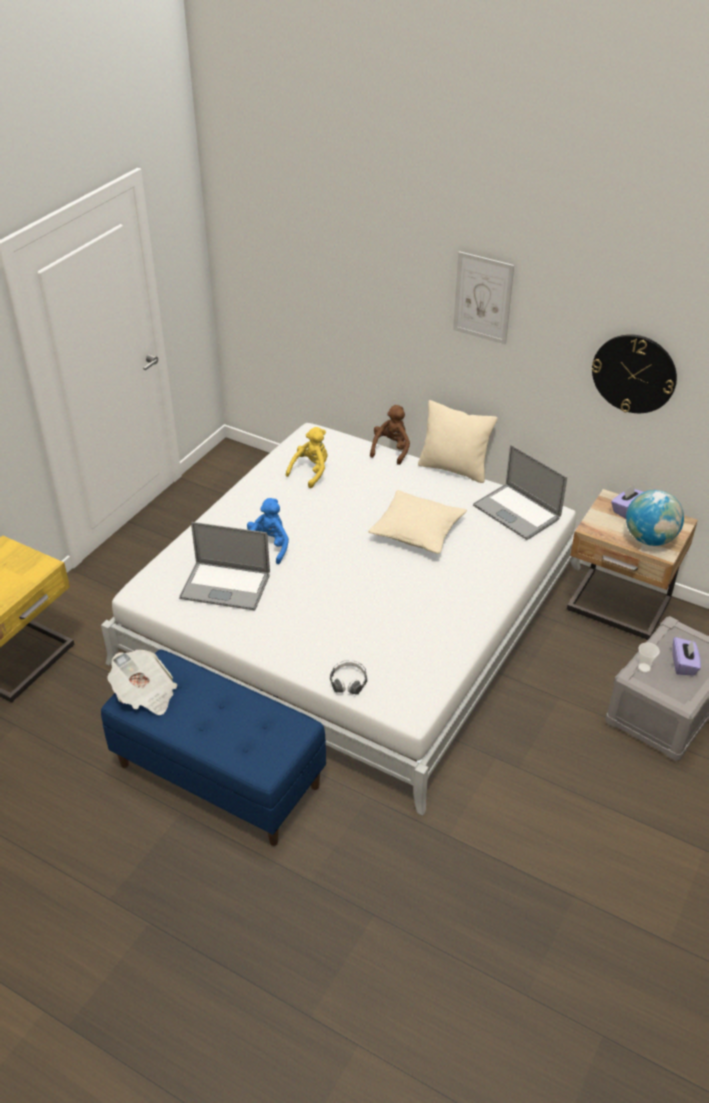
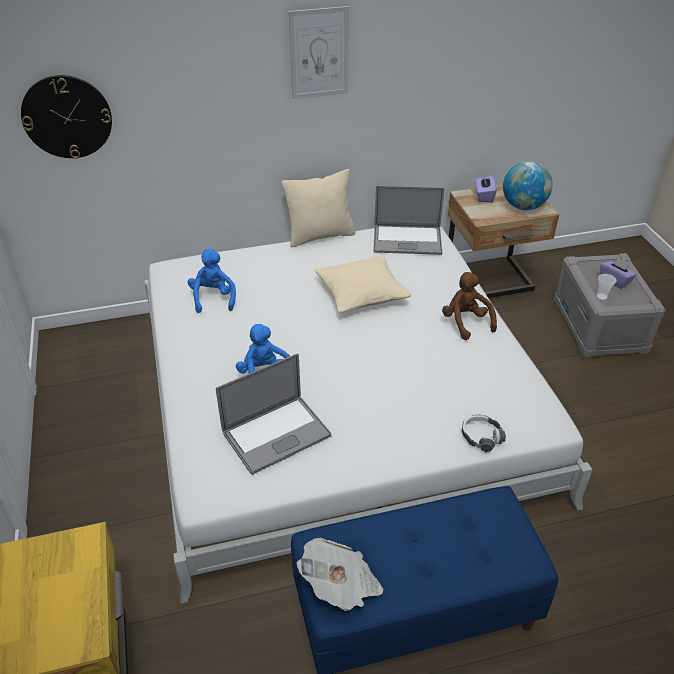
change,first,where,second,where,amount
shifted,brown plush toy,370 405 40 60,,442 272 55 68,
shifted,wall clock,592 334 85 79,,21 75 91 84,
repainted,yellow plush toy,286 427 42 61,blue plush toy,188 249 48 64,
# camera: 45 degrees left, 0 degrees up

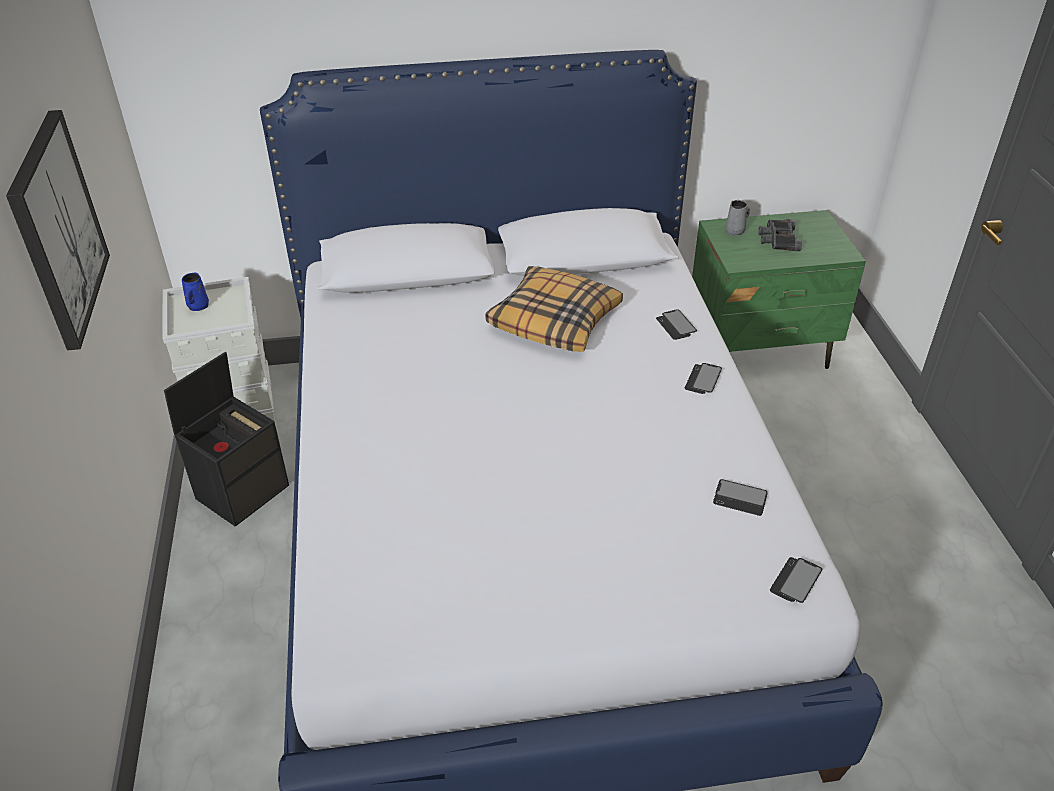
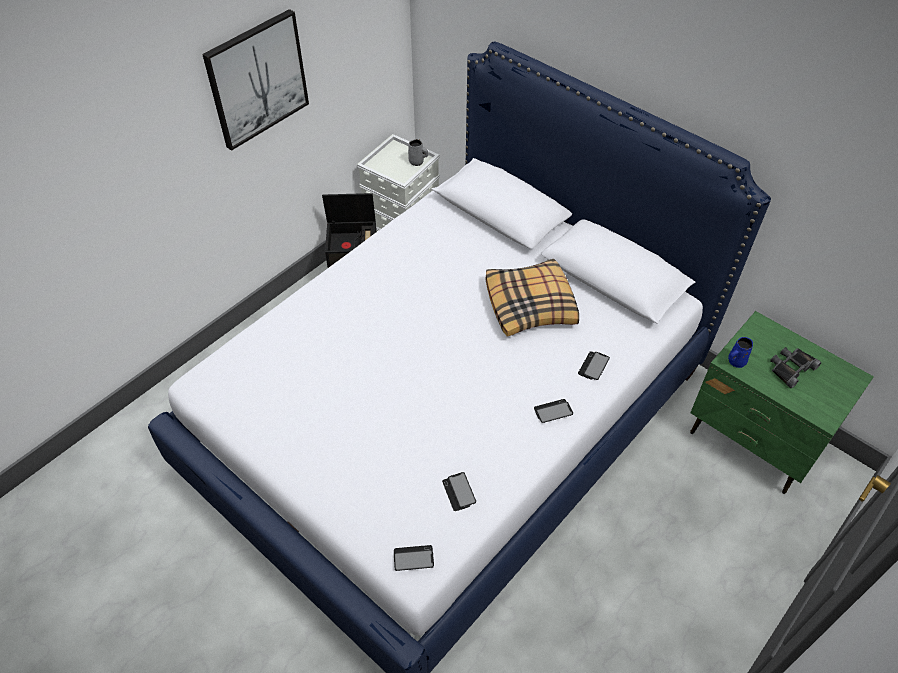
change,first,where,second,where,amount
shifted,blue mug,182 272 27 39,,728 337 25 31,
shifted,grey mug,725 200 25 36,,408 139 20 27,
# camera: 50 degrees right, 10 degrees up

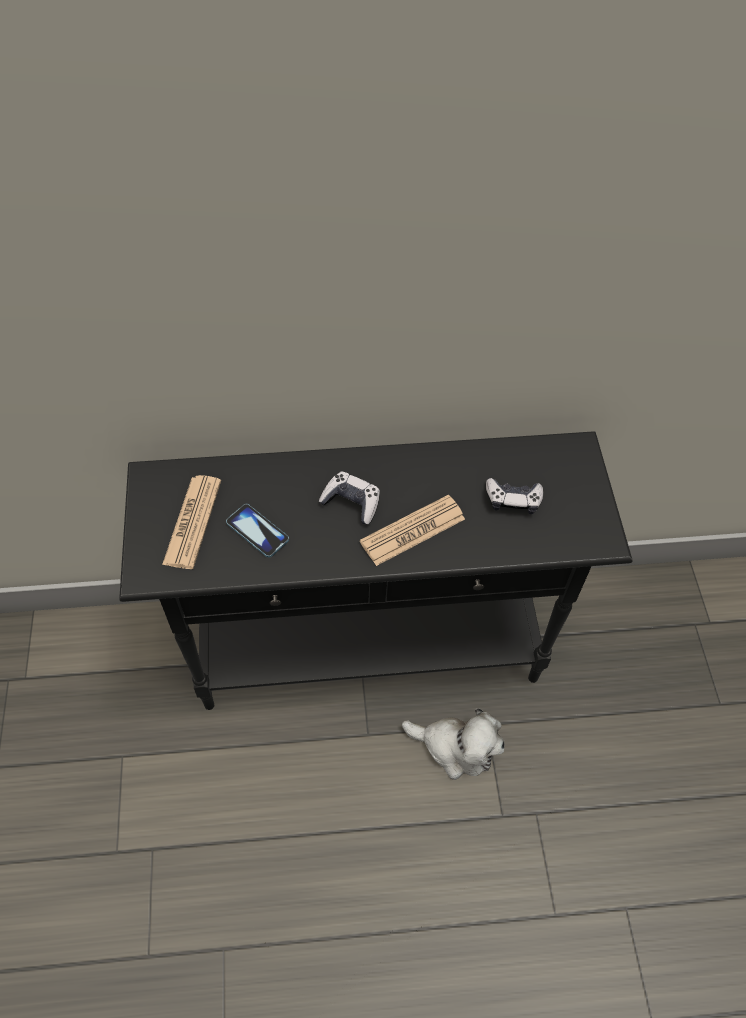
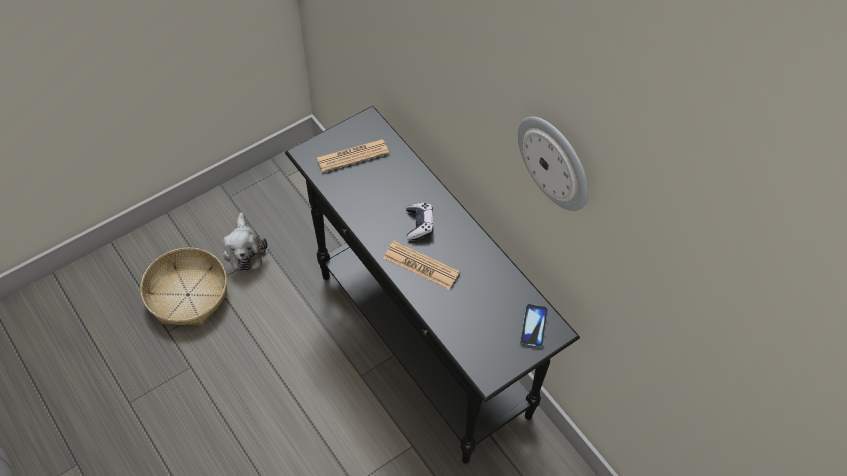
change,first,where,second,where,amount
gone,game controller,486 478 57 36,,,
new,,,basket,140 247 87 78,
new,,,wall clock,518 116 70 95,
shifted,phone,226 504 63 54,,520 304 28 44,
shifted,plush toy,402 708 103 72,,223 212 44 59,
# camera: 60 degrees right, 0 degrees up

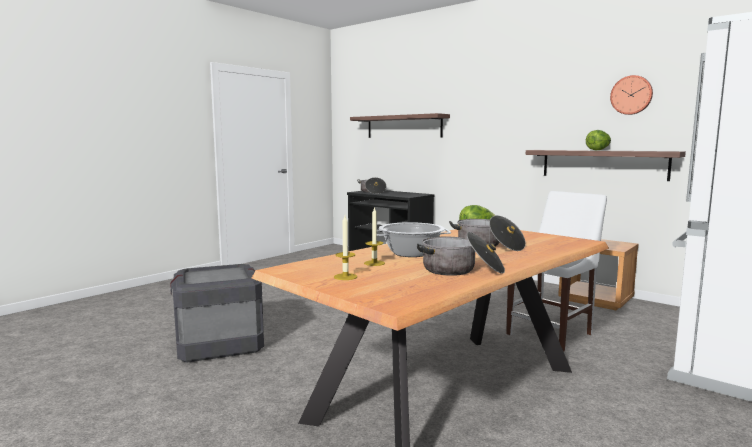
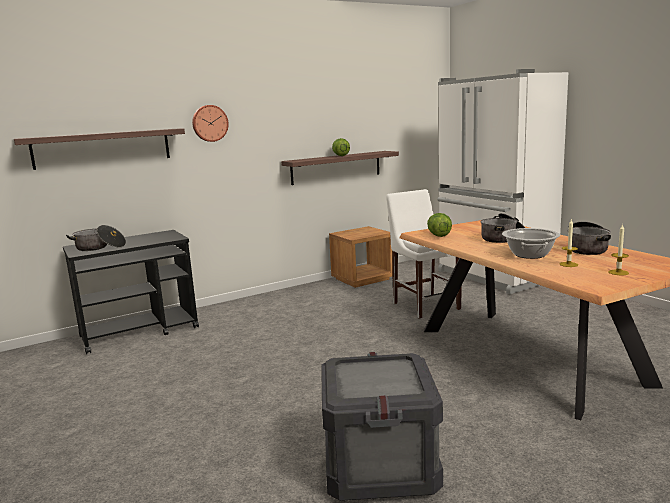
change,first,where,second,where,amount
shifted,wall clock,610 75 43 40,,192 105 37 37,
# camera: 70 degrees left, 5 degrees up

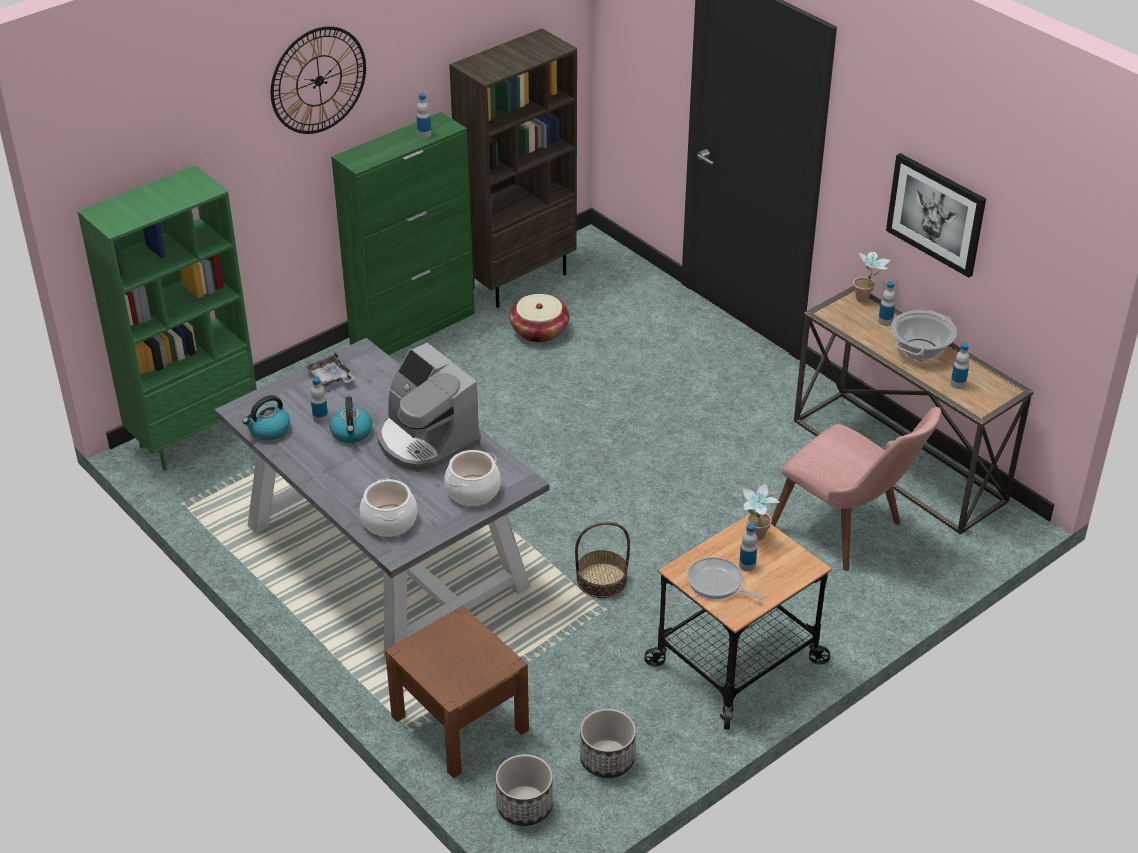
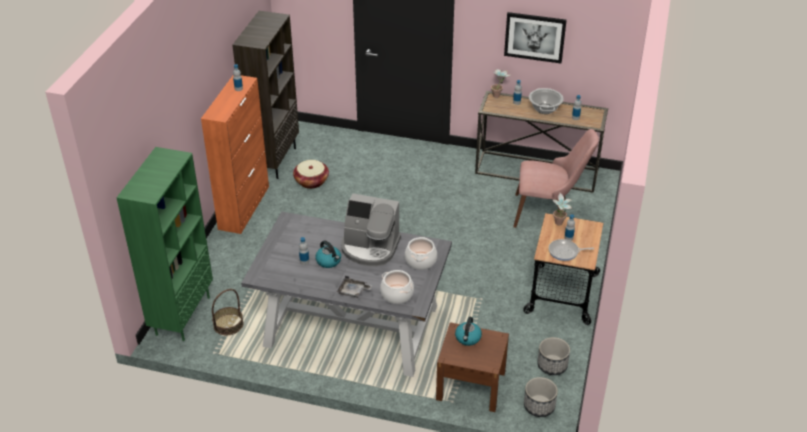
change,first,where,second,where,amount
gone,wall clock,271 26 95 108,,,
shifted,kettle,242 395 48 45,,455 317 27 29,
shifted,grey tray,305 353 50 33,,337 276 36 22,
shifted,basket,575 522 55 76,,212 289 31 47,
repainted,green cabinet,331 112 144 243,orange cabinet,201 75 68 159,
# camera: 35 degrees left, 0 degrees up

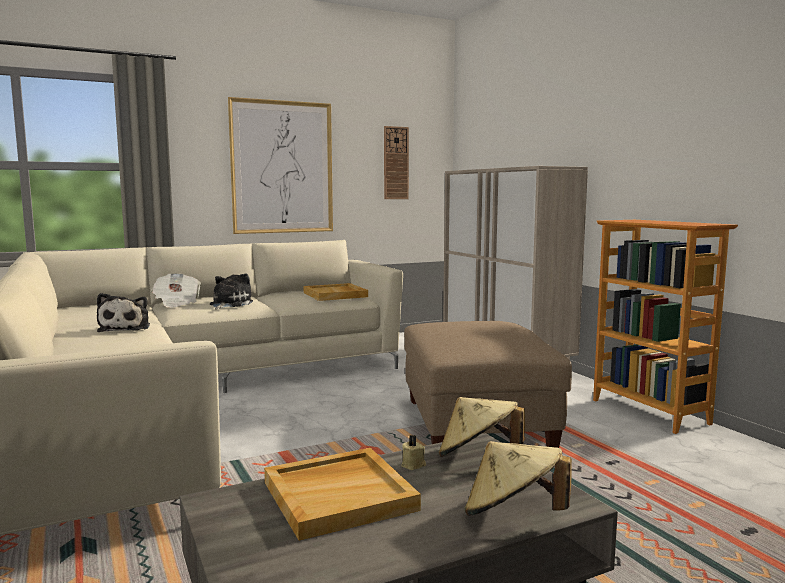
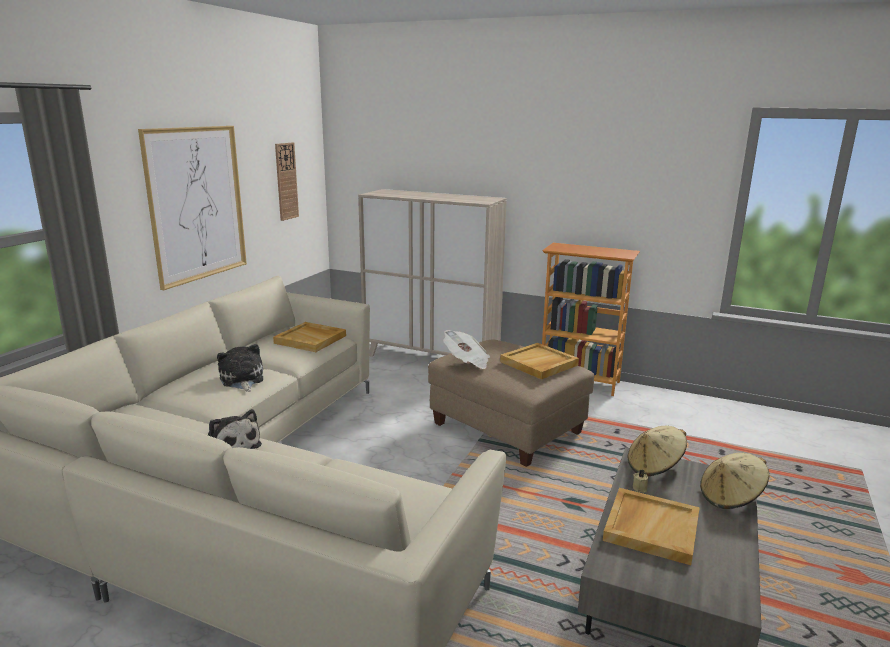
change,first,where,second,where,amount
new,,,beige tray,500 343 79 36,
shifted,newspaper,151 274 50 34,,443 330 47 39,
# camera: 40 degrees left, 10 degrees up

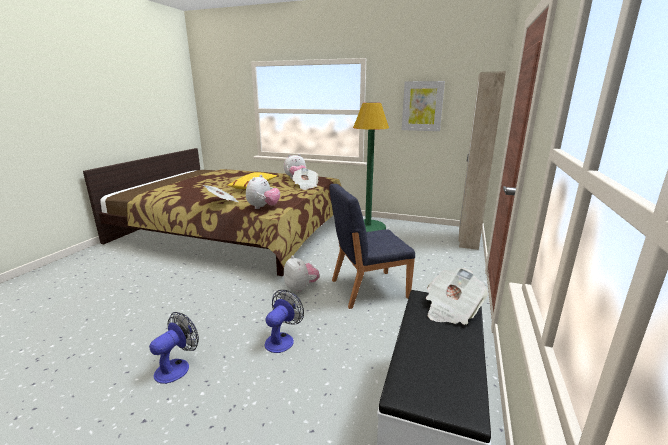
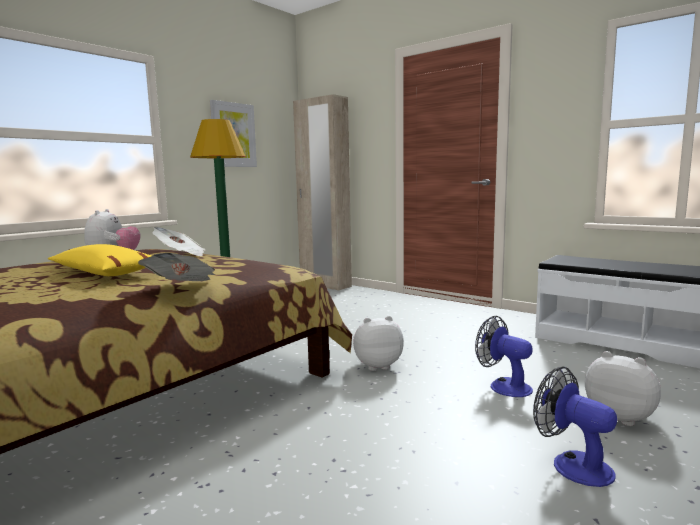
change,first,where,second,where,amount
gone,blue chair,329 184 86 125,,,
gone,newspaper,426 268 62 57,,,
shifted,plush toy,246 175 34 34,,585 351 76 75,
# camera: 70 degrees left, 10 degrees down

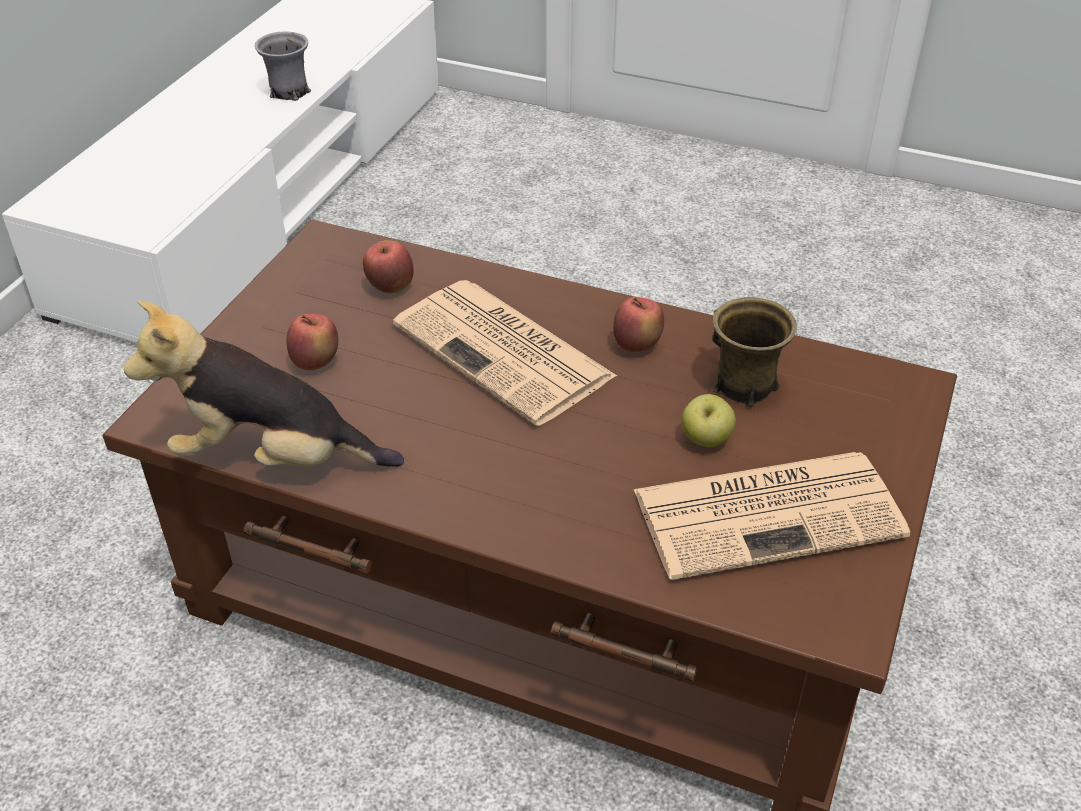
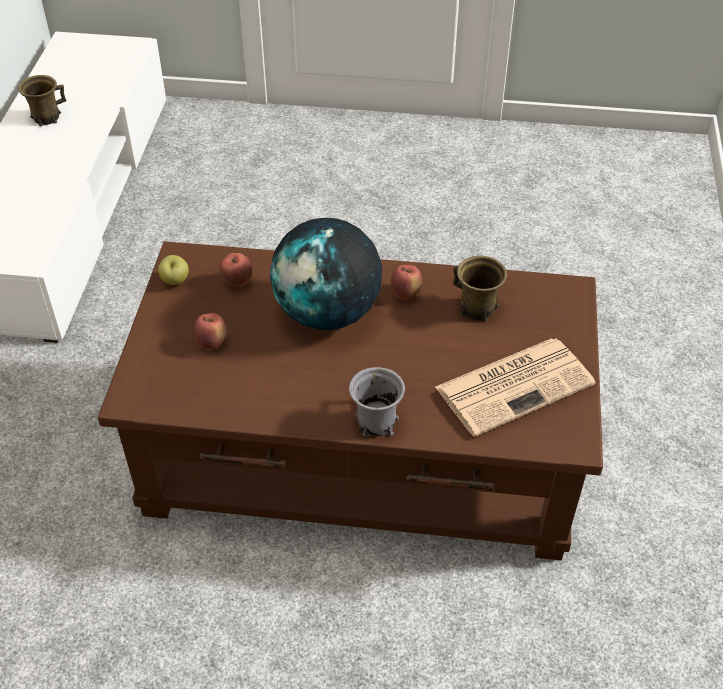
change,first,where,second,where,amount
gone,plush toy,124 301 280 166,,,
new,,,brown mug,18 75 49 51,
shifted,grey mug,255 32 56 69,,349 367 56 70,
shifted,apple,682 394 54 53,,158 255 31 30,
swapped,newspaper,393 280 224 146,globe,270 218 112 112,
# camera: 15 degrees left, 5 degrees up

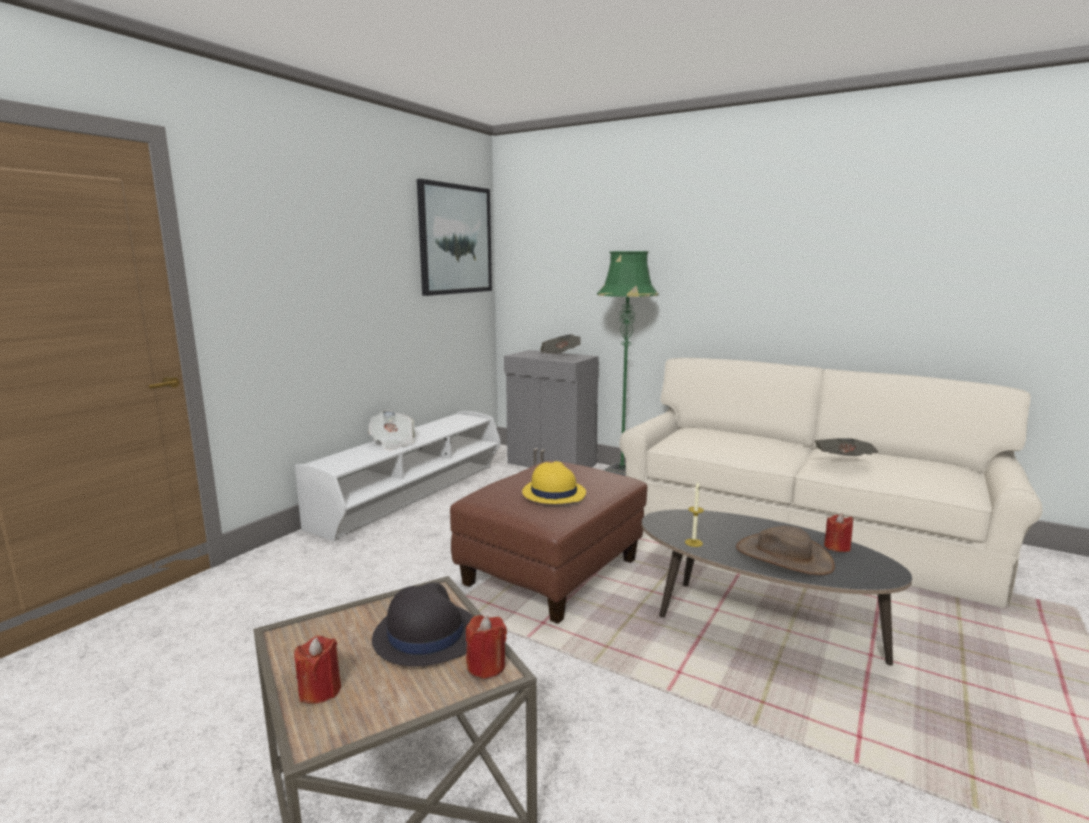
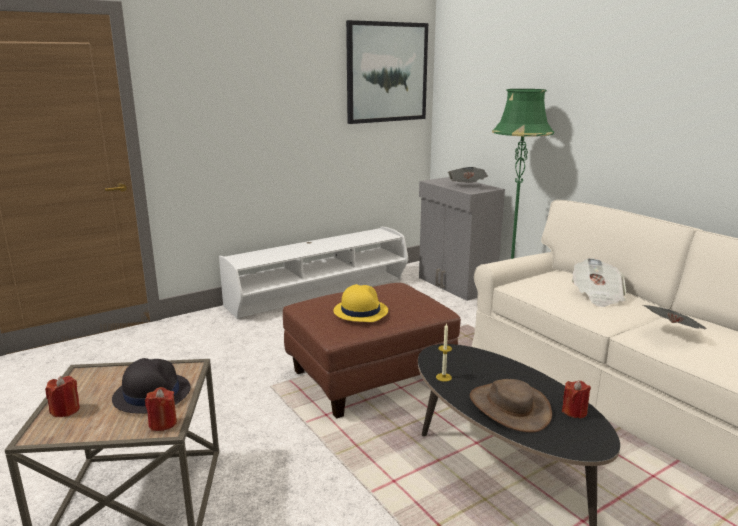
change,first,where,second,where,amount
shifted,newspaper,368 410 47 40,,572 258 54 49,
# camera: 25 degrees right, 5 degrees up

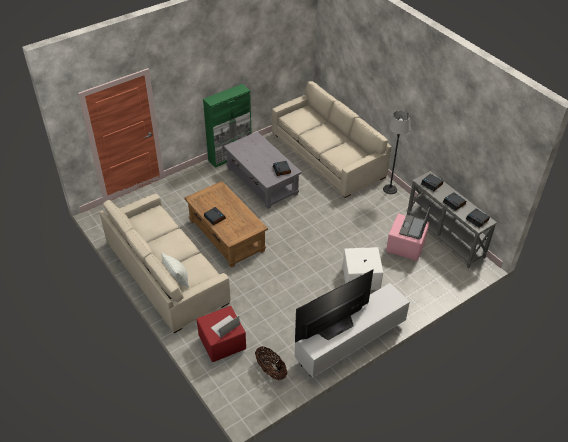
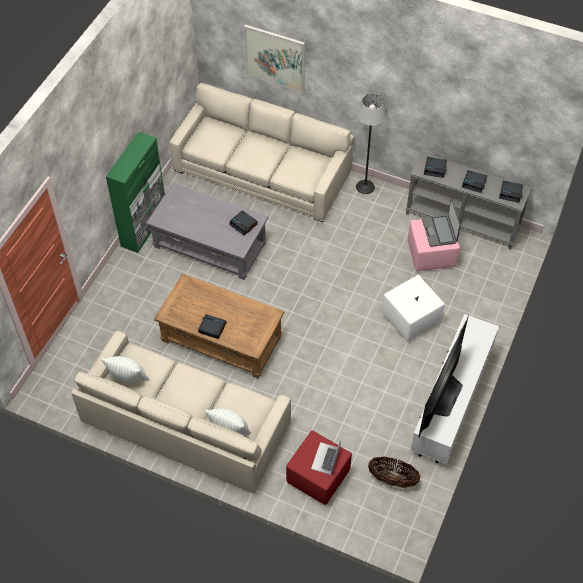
change,first,where,second,where,amount
new,,,pillow,101 356 48 27,
new,,,picture,244 24 61 69,
# camera: 30 degrees left, 10 degrees up

